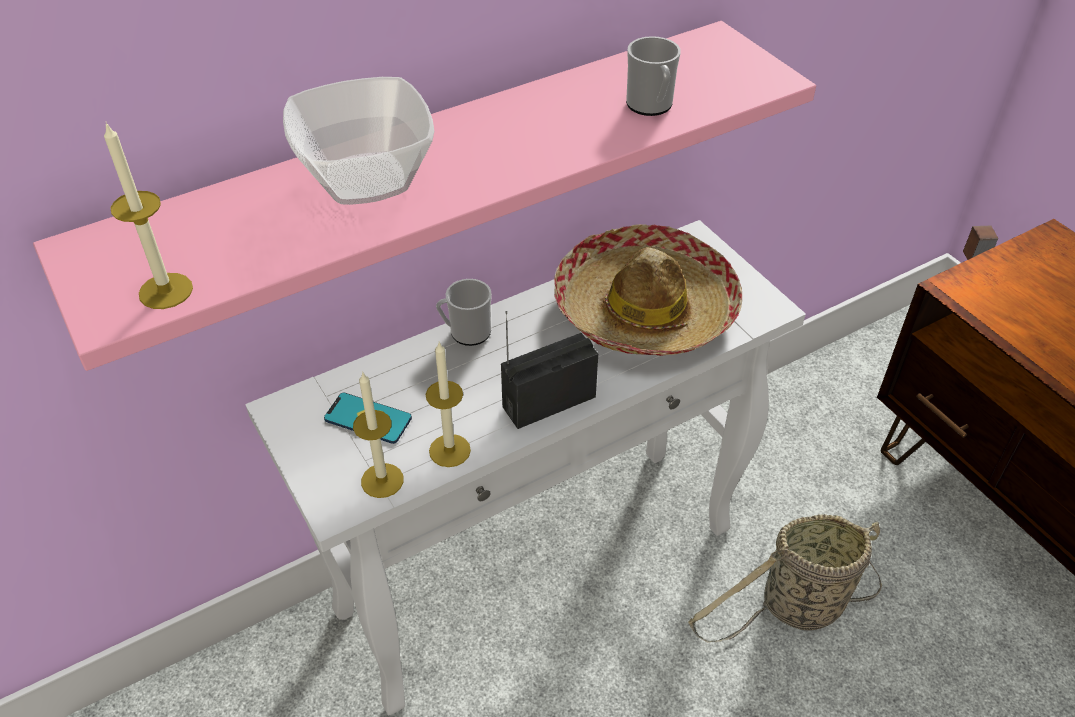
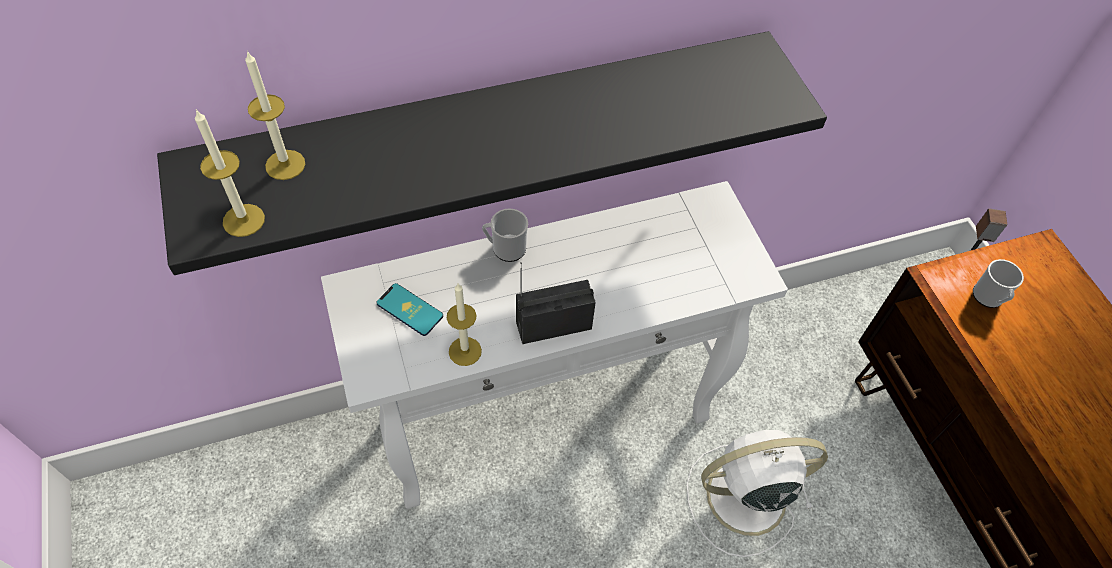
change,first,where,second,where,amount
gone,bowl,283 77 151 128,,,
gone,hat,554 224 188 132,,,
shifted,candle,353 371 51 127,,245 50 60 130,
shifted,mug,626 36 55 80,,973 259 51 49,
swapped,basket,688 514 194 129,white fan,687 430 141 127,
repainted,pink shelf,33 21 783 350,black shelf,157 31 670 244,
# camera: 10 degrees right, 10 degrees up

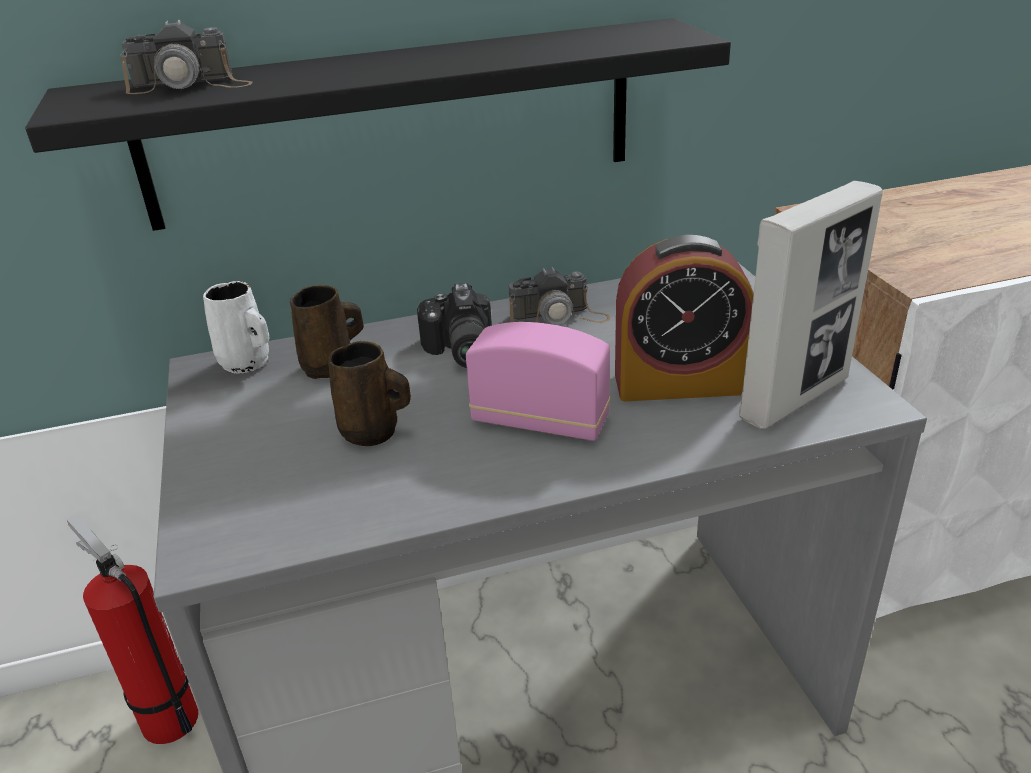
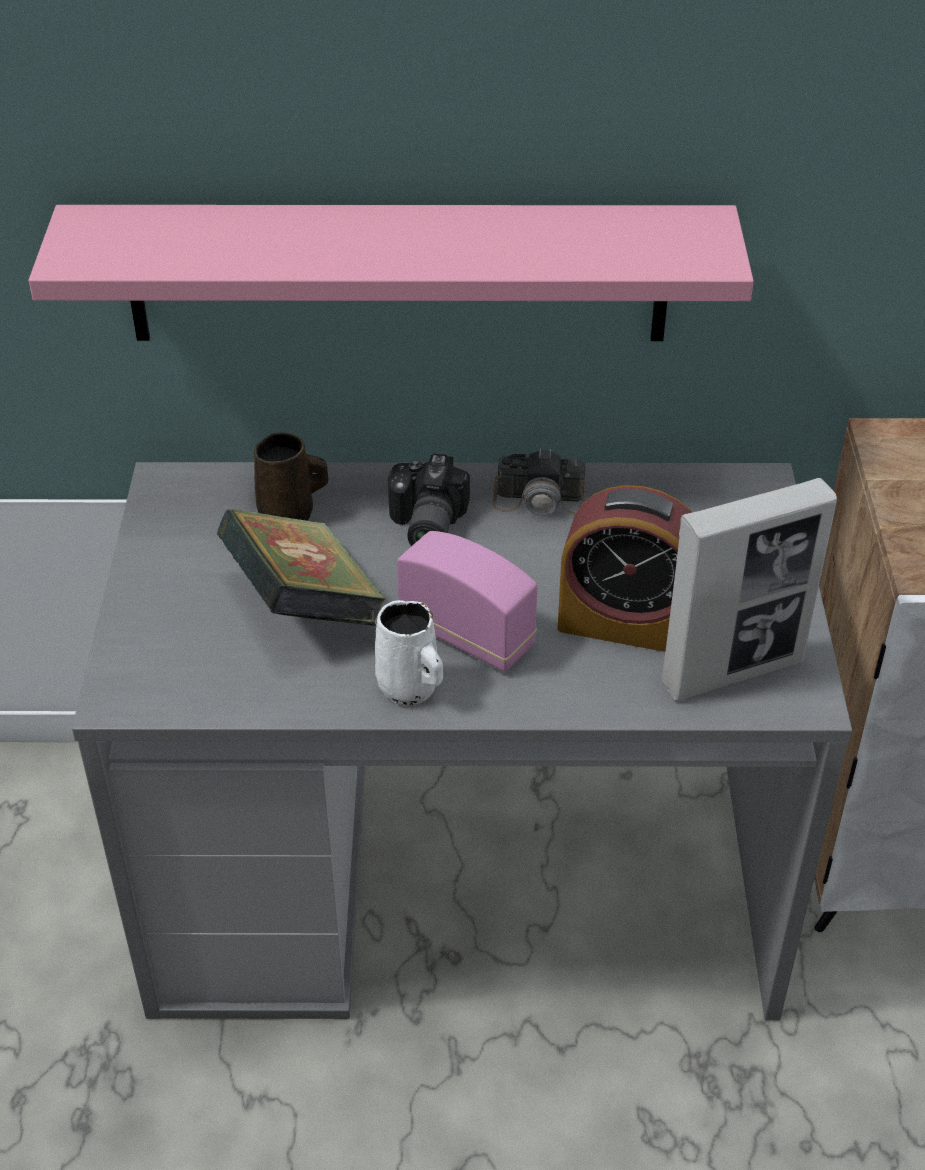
change,first,where,second,where,amount
gone,fire extinguisher,67 514 131 230,,,
gone,photo camera,121 20 132 74,,,
shifted,white mug,203 281 66 93,,375 600 68 105,
swapped,brown mug,328 341 83 105,book,217 509 170 117,
repainted,black shelf,25 18 706 213,pink shelf,29 205 725 136,
# camera: 15 degrees right, 10 degrees up

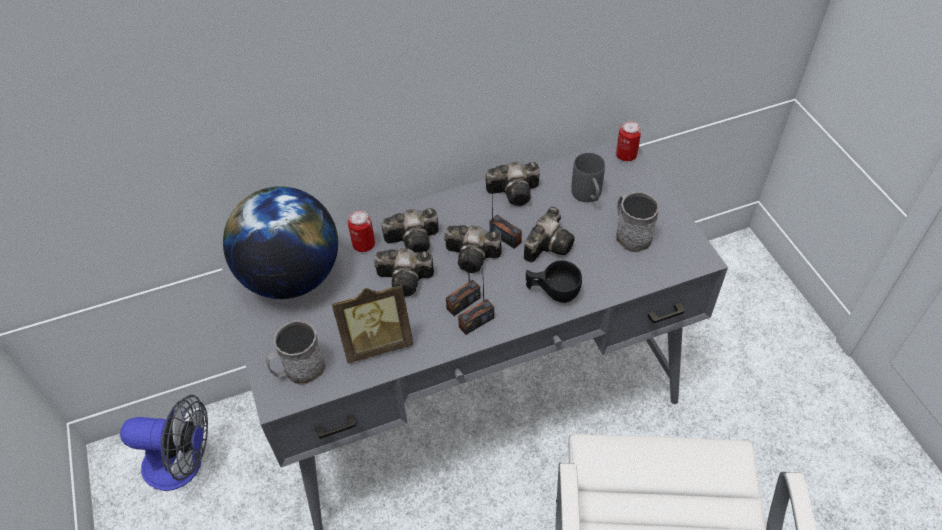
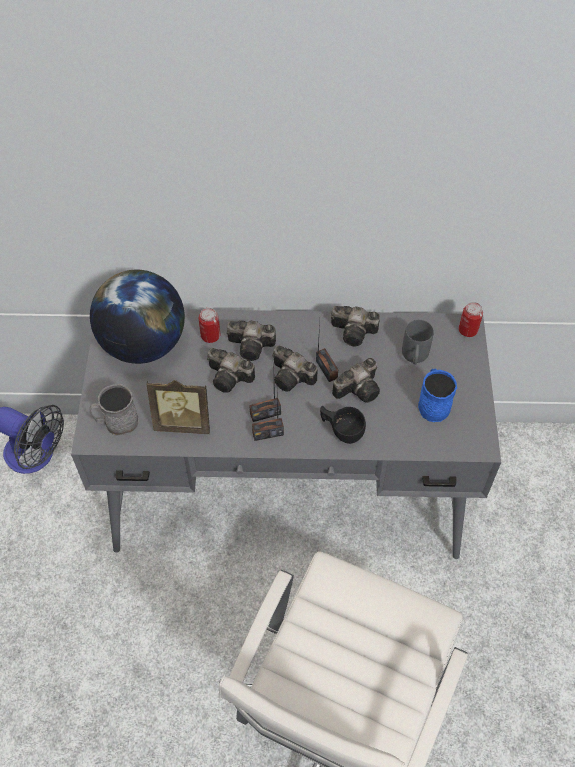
change,first,where,second,where,amount
repainted,grey mug,616 192 44 60,blue mug,418 369 39 53,
# camera: 20 degrees right, 5 degrees up

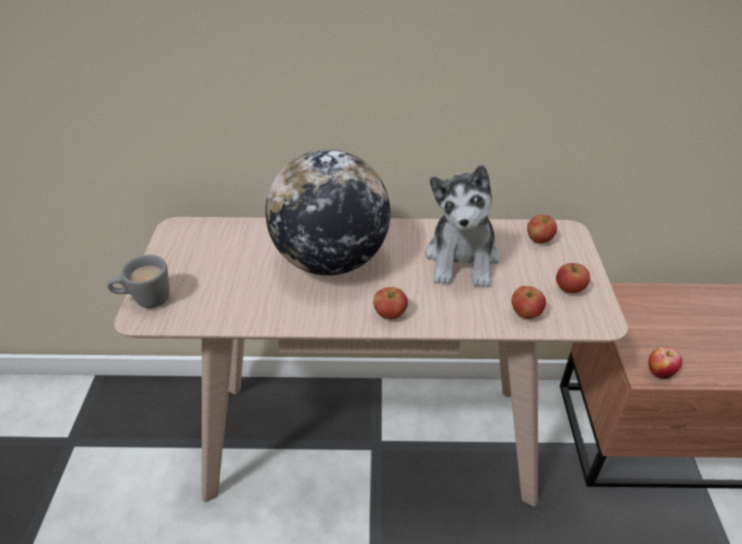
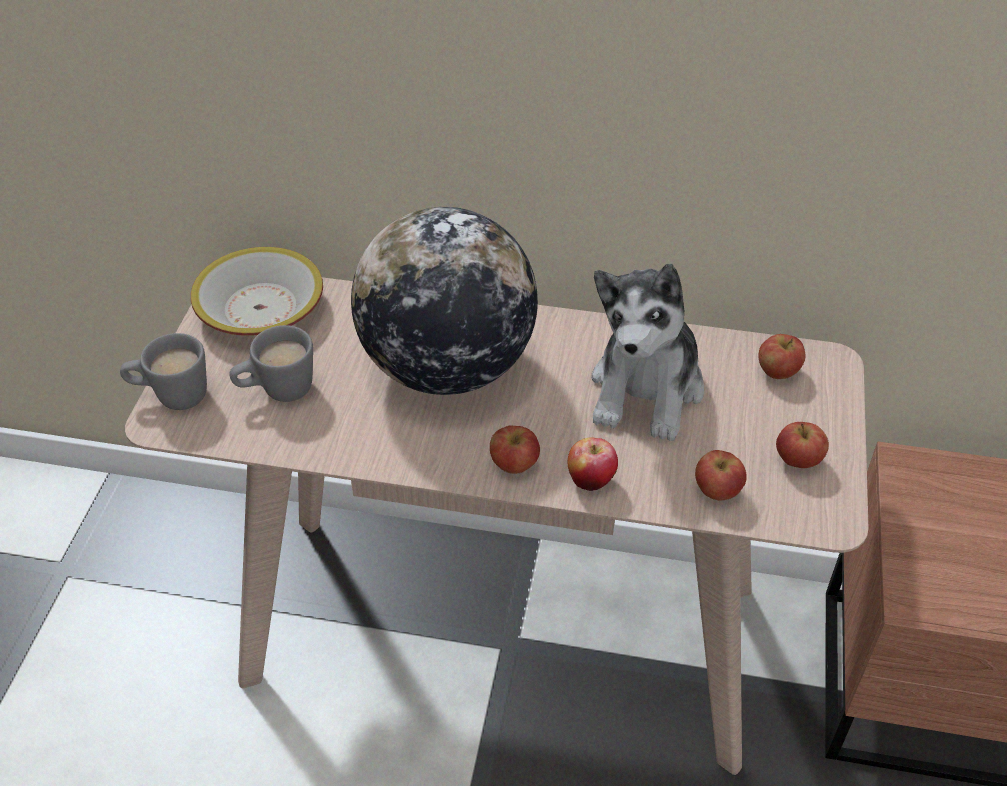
change,first,where,second,where,amount
new,,,bowl,191 247 132 89,
new,,,grey mug,229 325 84 77,
shifted,apple,648 347 34 32,,568 437 50 54,
# camera: 10 degrees right, 5 degrees up

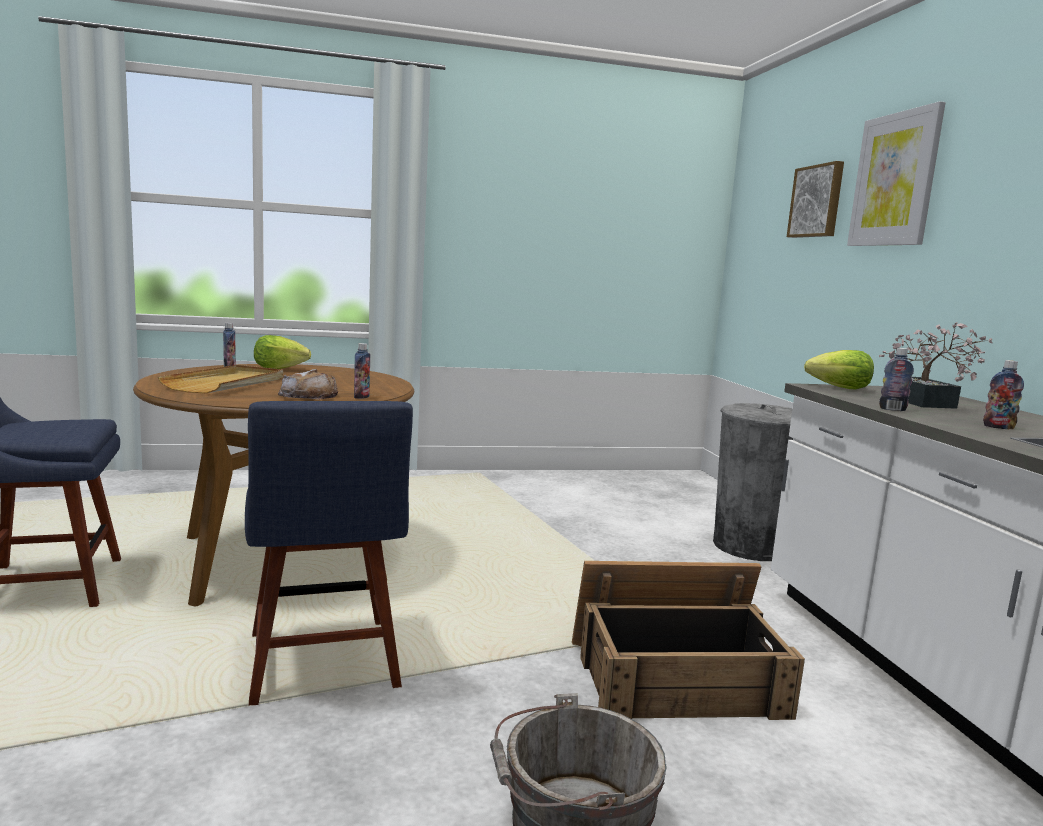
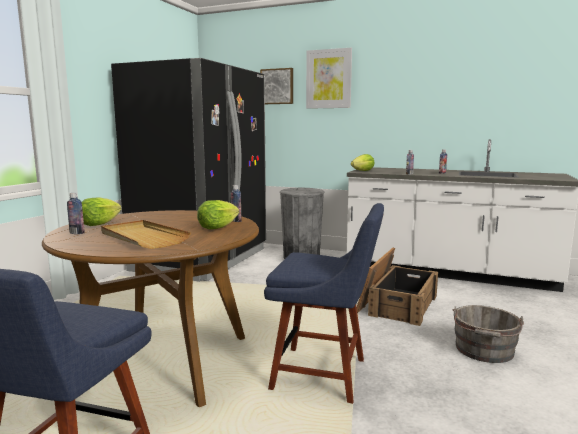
change,first,where,second,where,amount
gone,potted plant,879 322 113 87,,,
new,,,black fridge,111 58 155 224,
swapped,bread,278 369 60 30,lettuce,197 200 42 30,
# camera: 55 degrees left, 0 degrees up

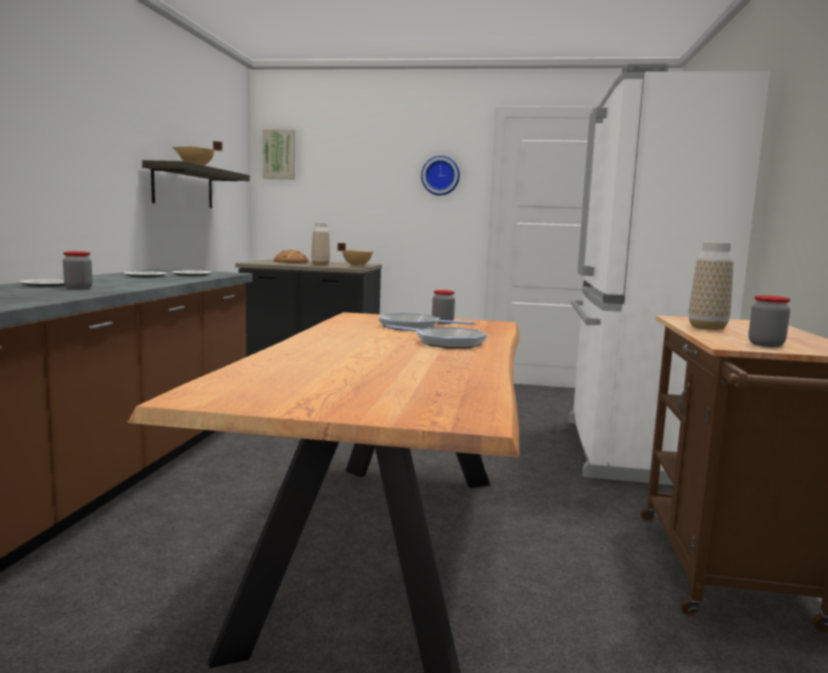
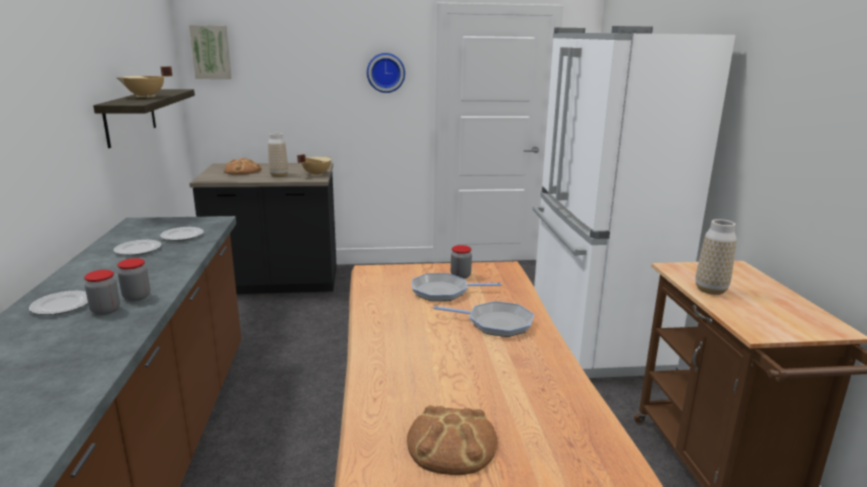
change,first,where,second,where,amount
new,,,bread,407 405 91 70,
shifted,jar,749 295 41 52,,117 258 33 43,
# camera: 15 degrees left, 10 degrees up

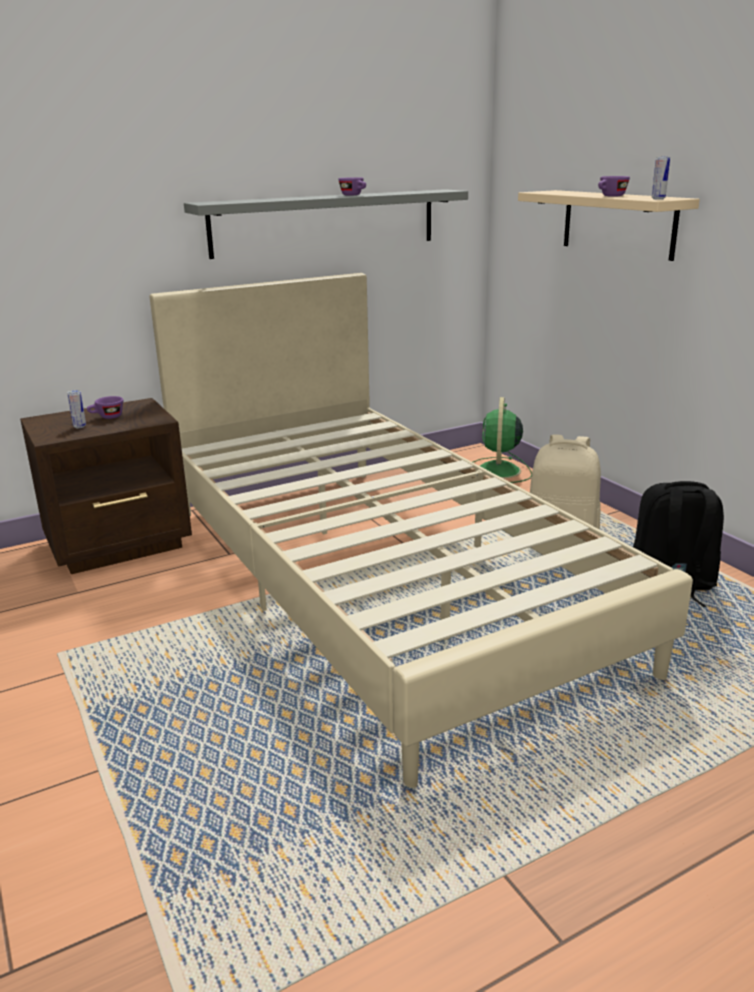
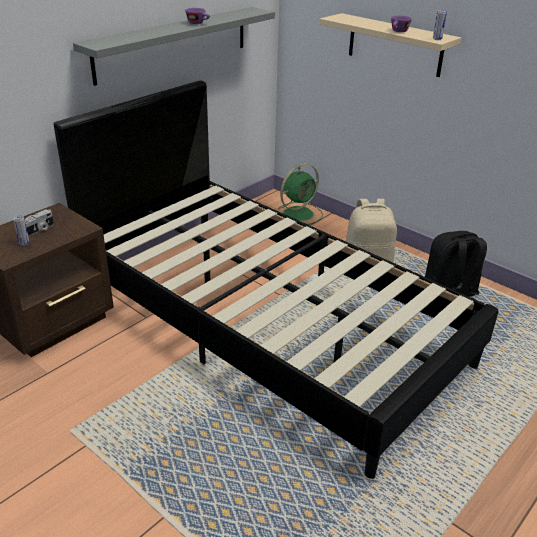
change,first,where,second,where,amount
swapped,purple cup,87 396 36 23,photo camera,25 209 29 27,
repainted,beige bed,149 273 544 515,black bed,54 80 445 399,
rotated,green fan,473 397 59 86,,278 163 45 62,120 degrees counterclockwise
# camera: 20 degrees left, 10 degrees up

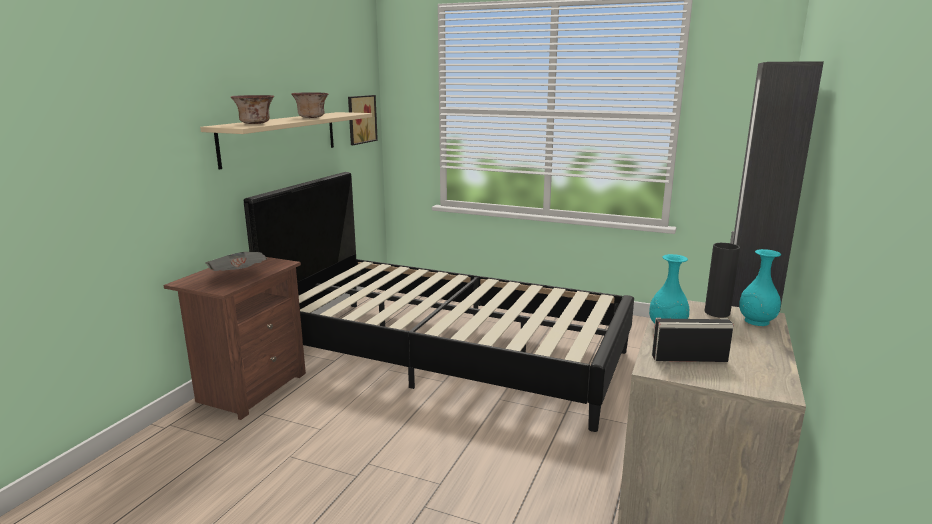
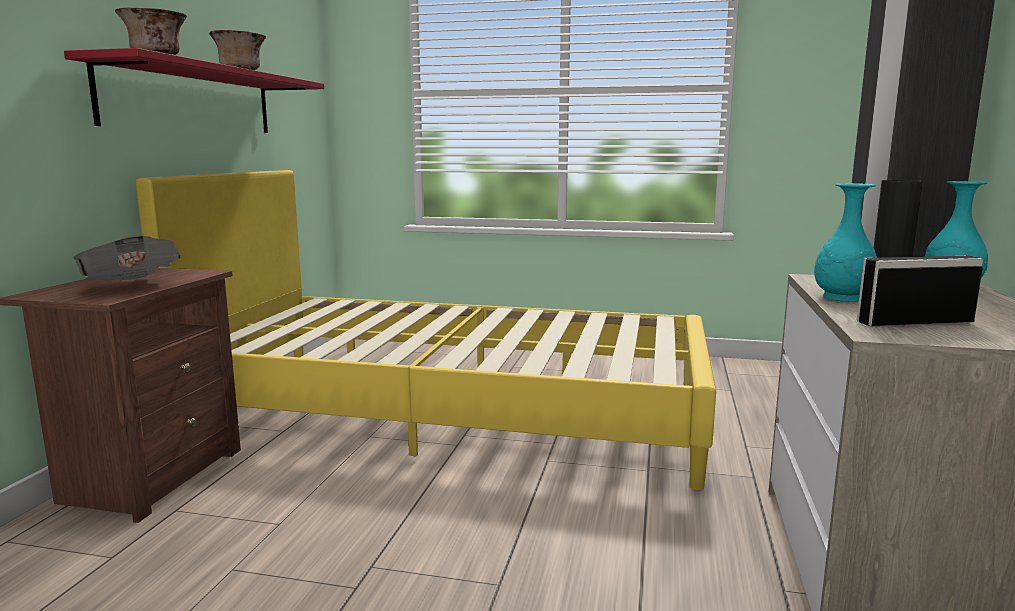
change,first,where,second,where,amount
gone,picture,348 95 30 50,,,
repainted,beige shelf,200 112 172 58,red shelf,64 48 260 85,
repainted,black bed,244 172 390 260,yellow bed,136 170 580 320,
# camera: 10 degrees left, 5 degrees down

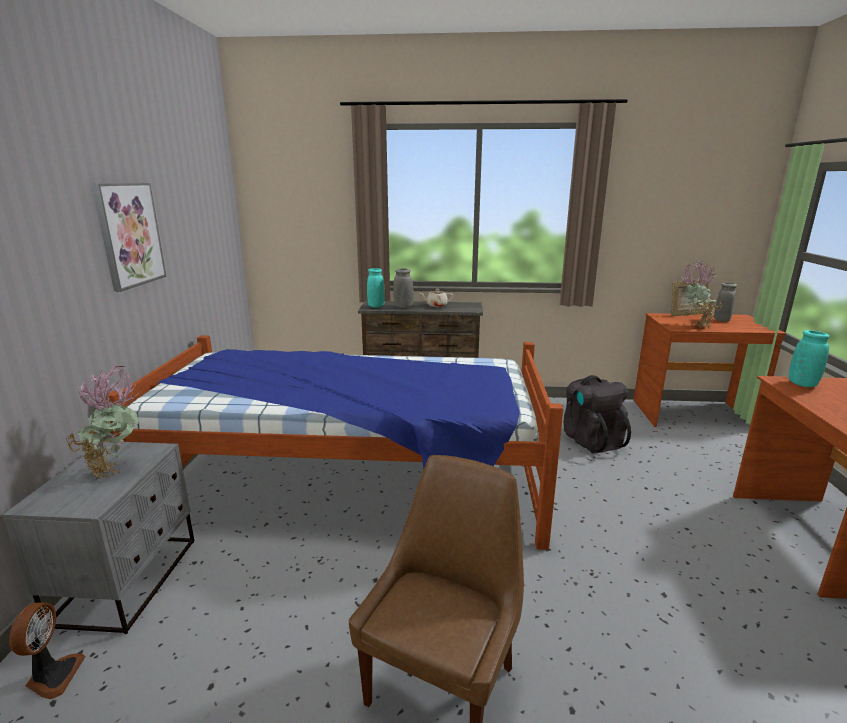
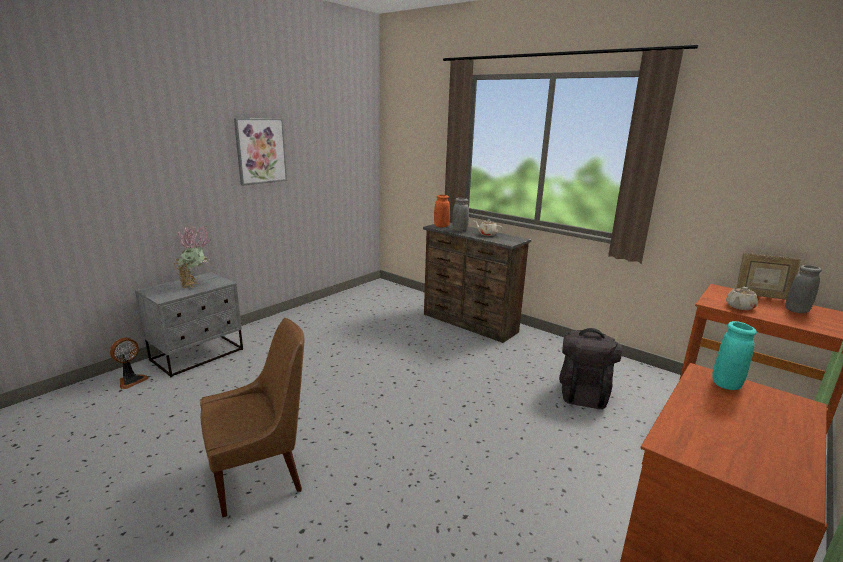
change,first,where,second,where,amount
gone,bed,102 335 461 215,,,
swapped,potted plant,681 260 42 68,beige teapot,726 287 32 23,
repainted,turquoise vase,367 268 18 40,orange vase,434 195 16 32,
# camera: 35 degrees right, 0 degrees up

